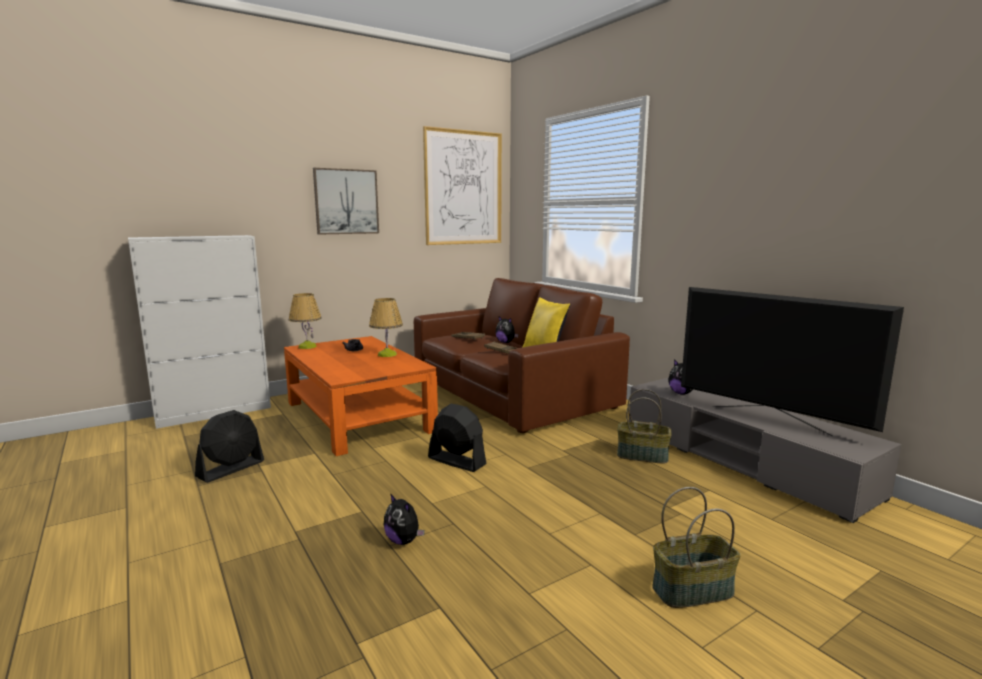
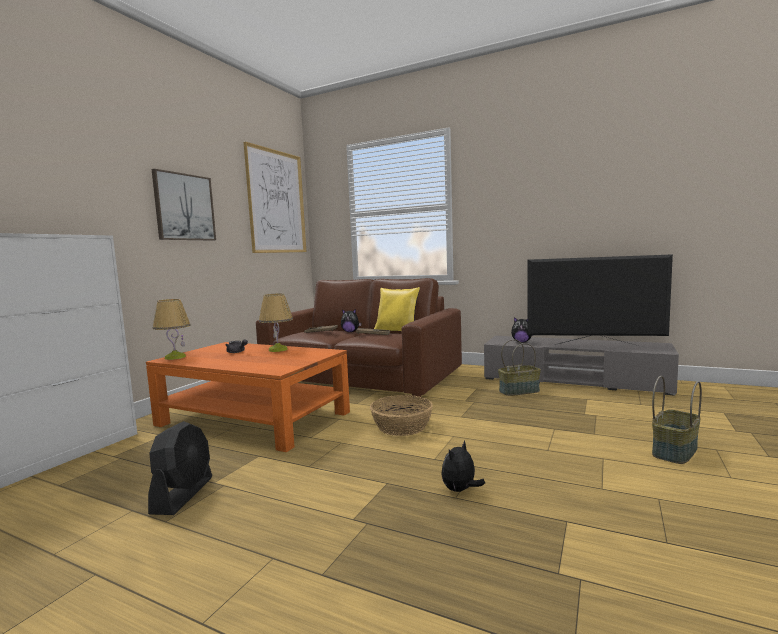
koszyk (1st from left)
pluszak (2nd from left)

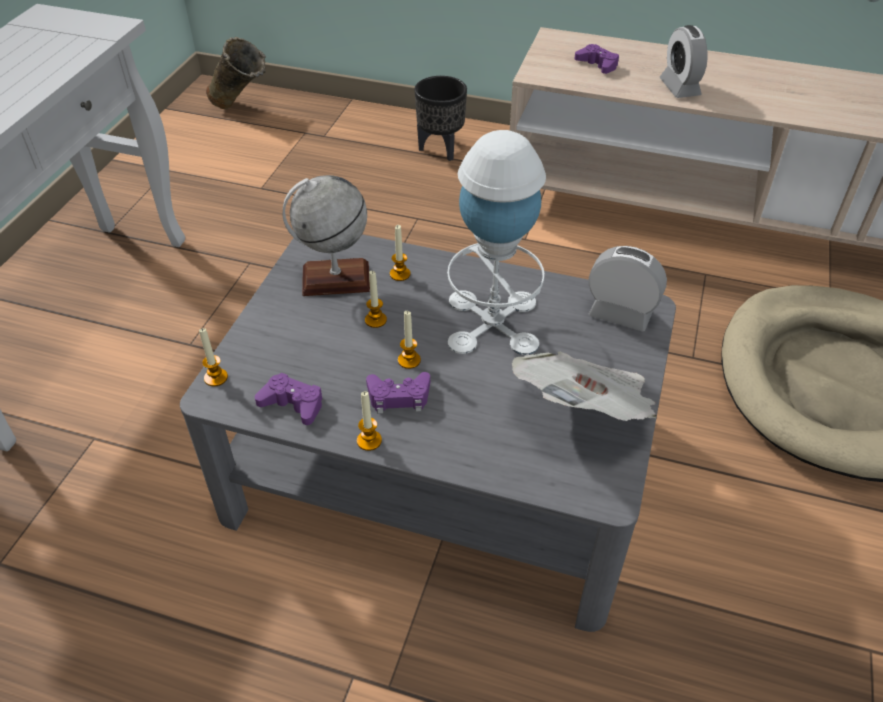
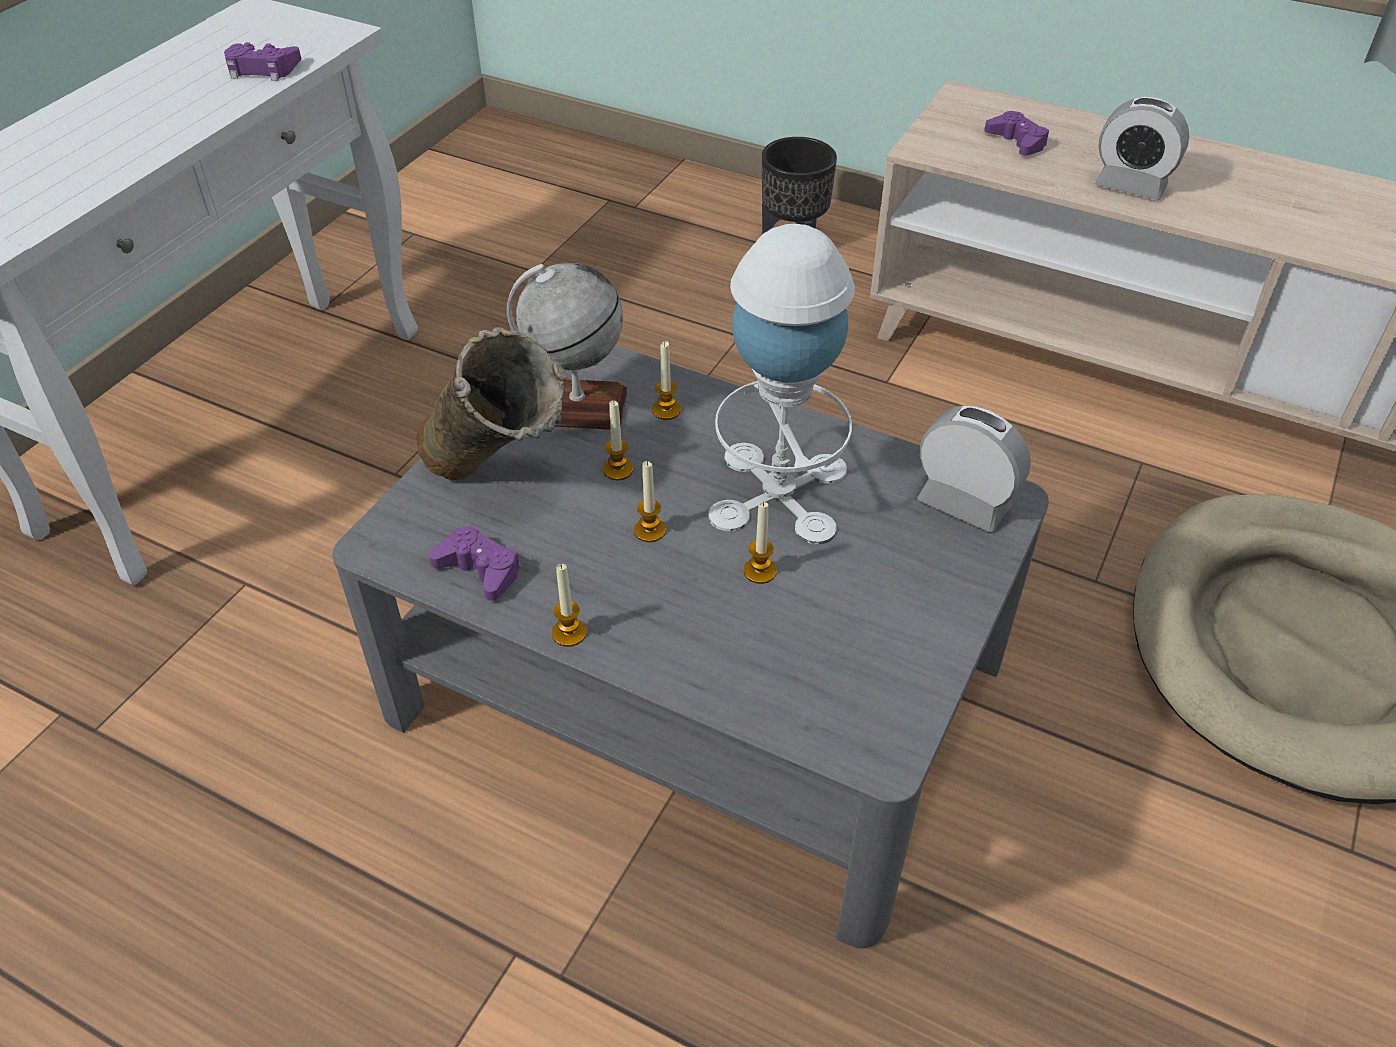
pad do gier (fioletowy) (1st from left)
wazon (beżowy)
świeca (5th from left)
budzik (2nd from left)
gazeta

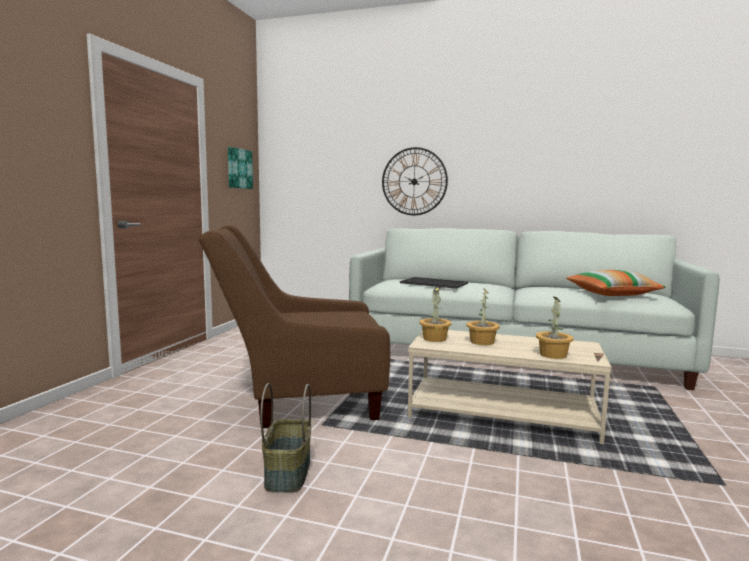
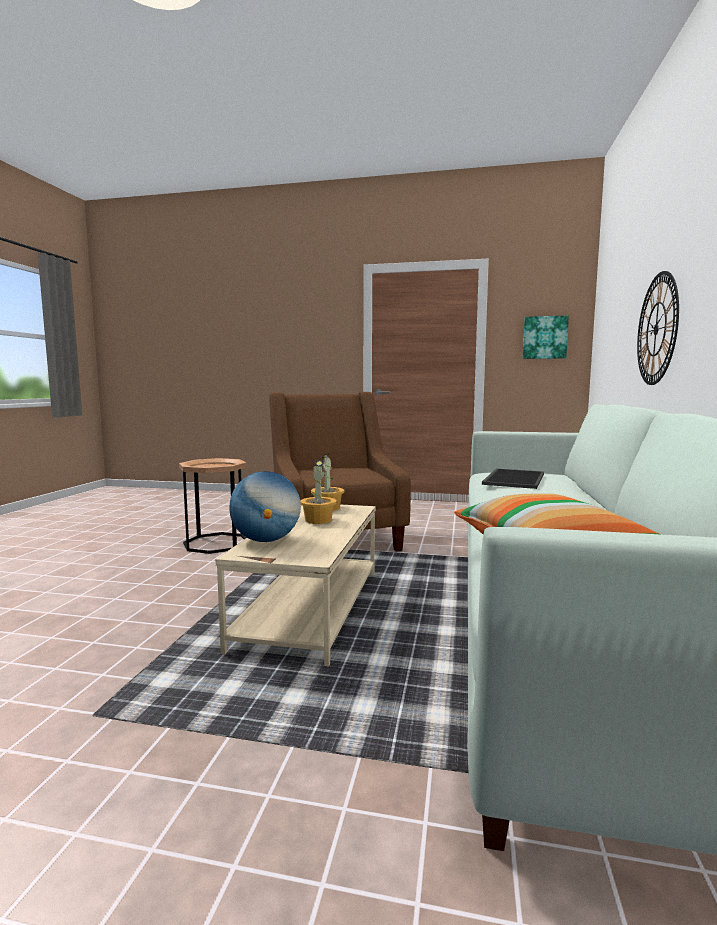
stolik (brązowy)
globus

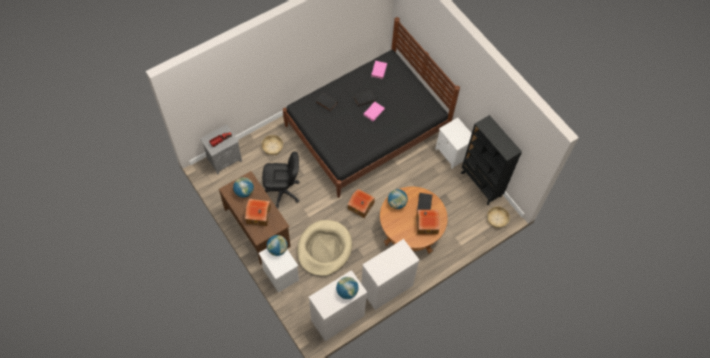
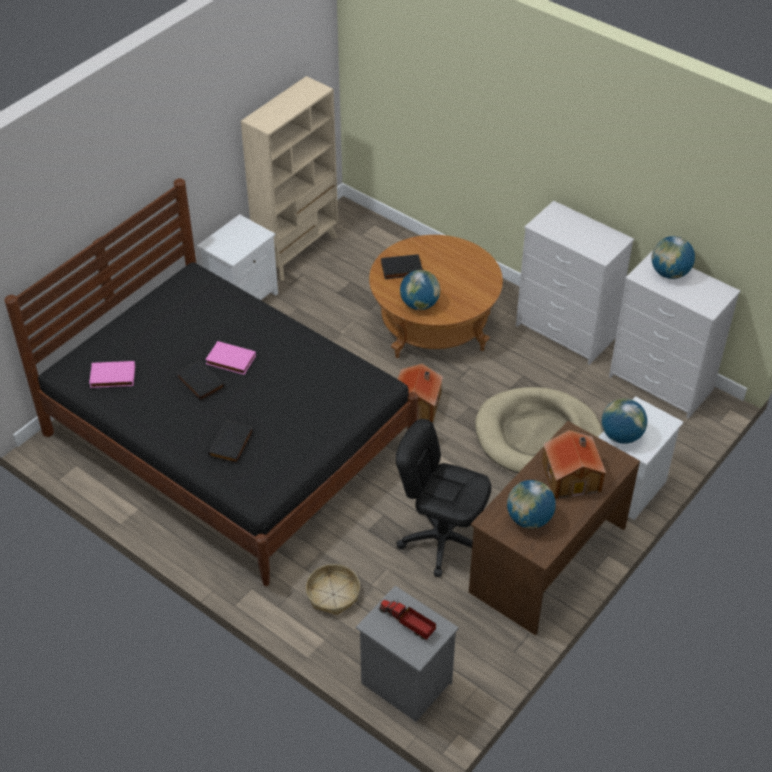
regał (beżowy)
krzesło biurowe (czarny)
domek (3rd from left in the first image)
koszyk (2nd from left in the first image)

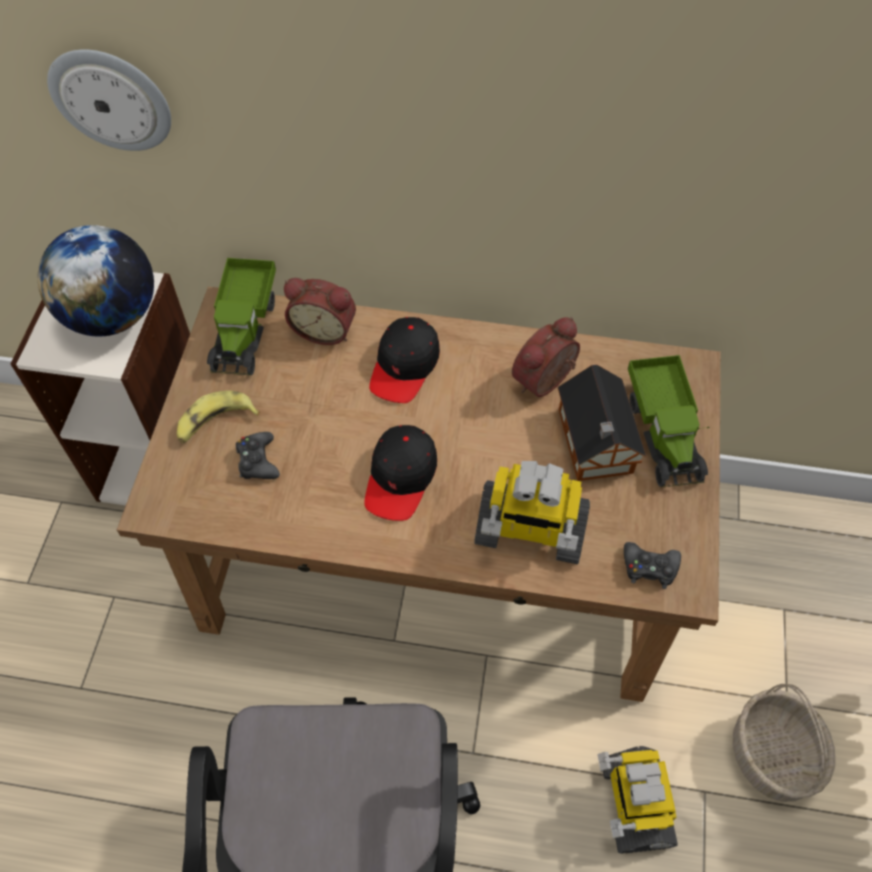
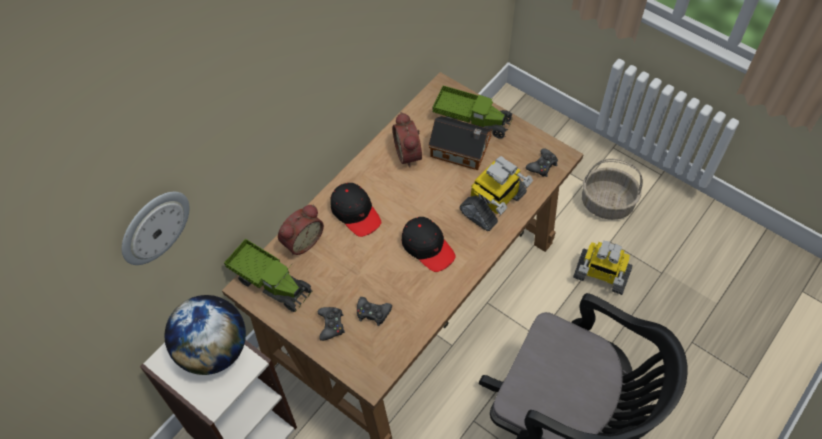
pad do gier (czarny) (1st from left)

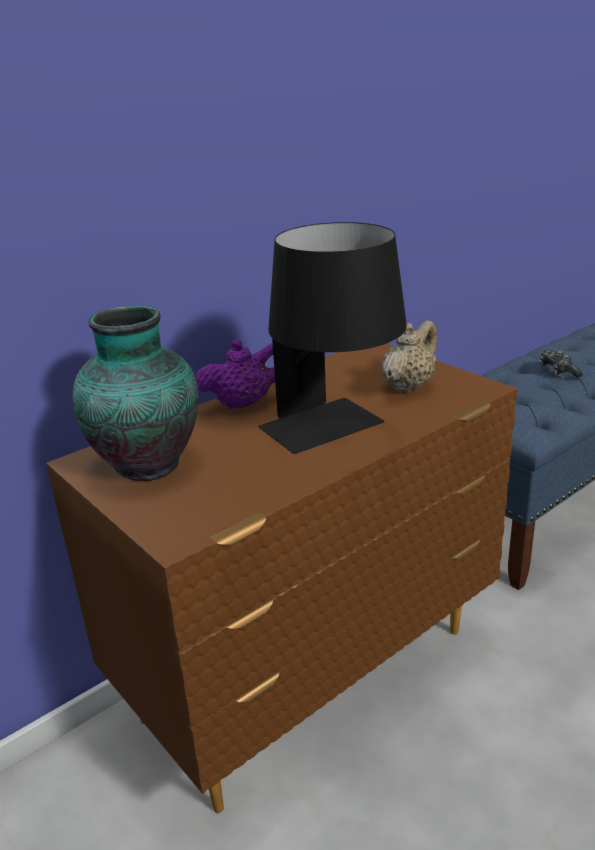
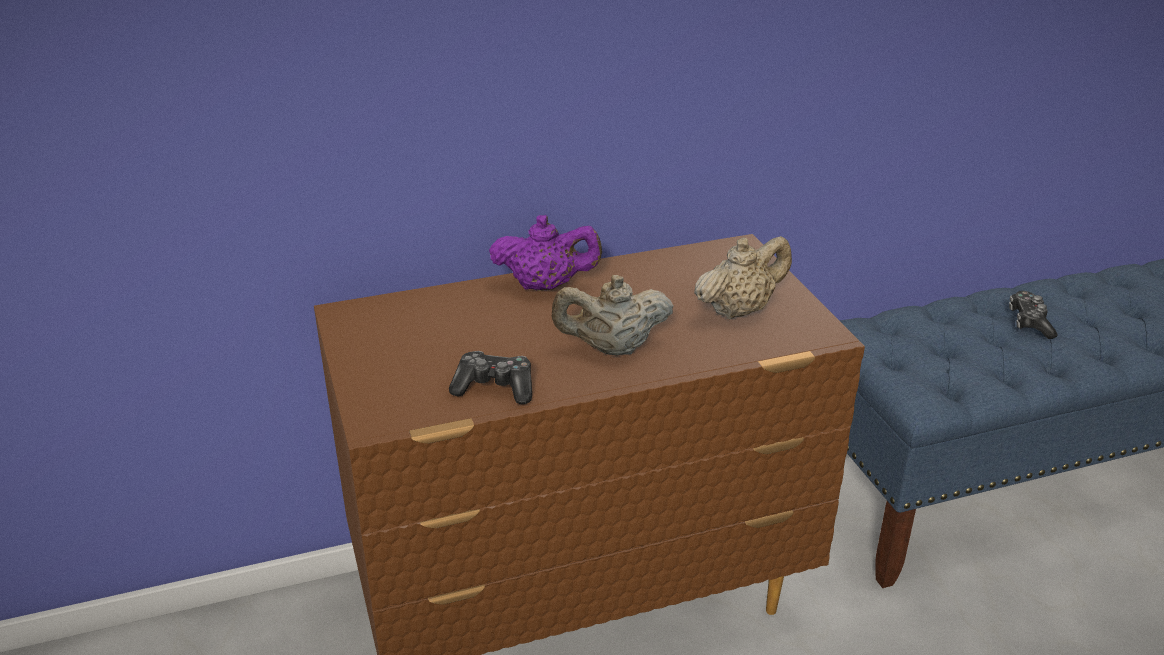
pad do gier (1st from left)
imbryk (beżowy) (1st from left)
wazon

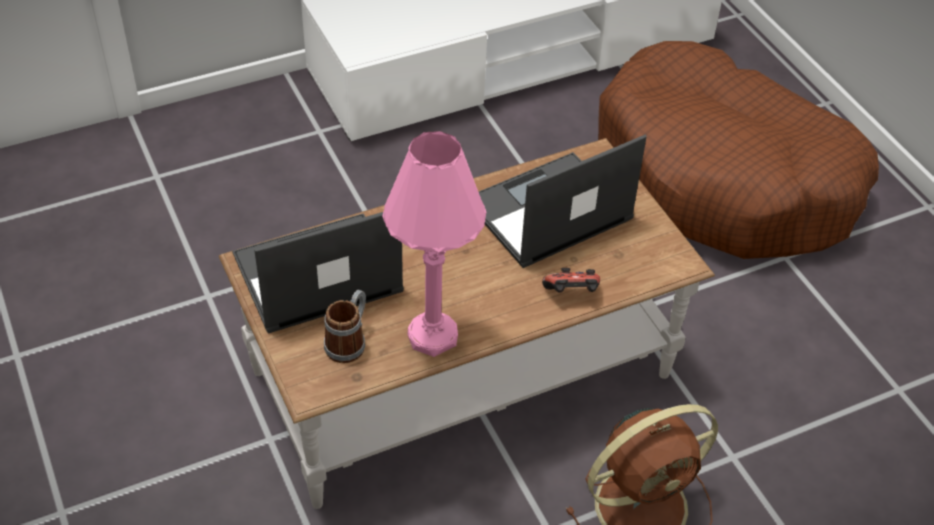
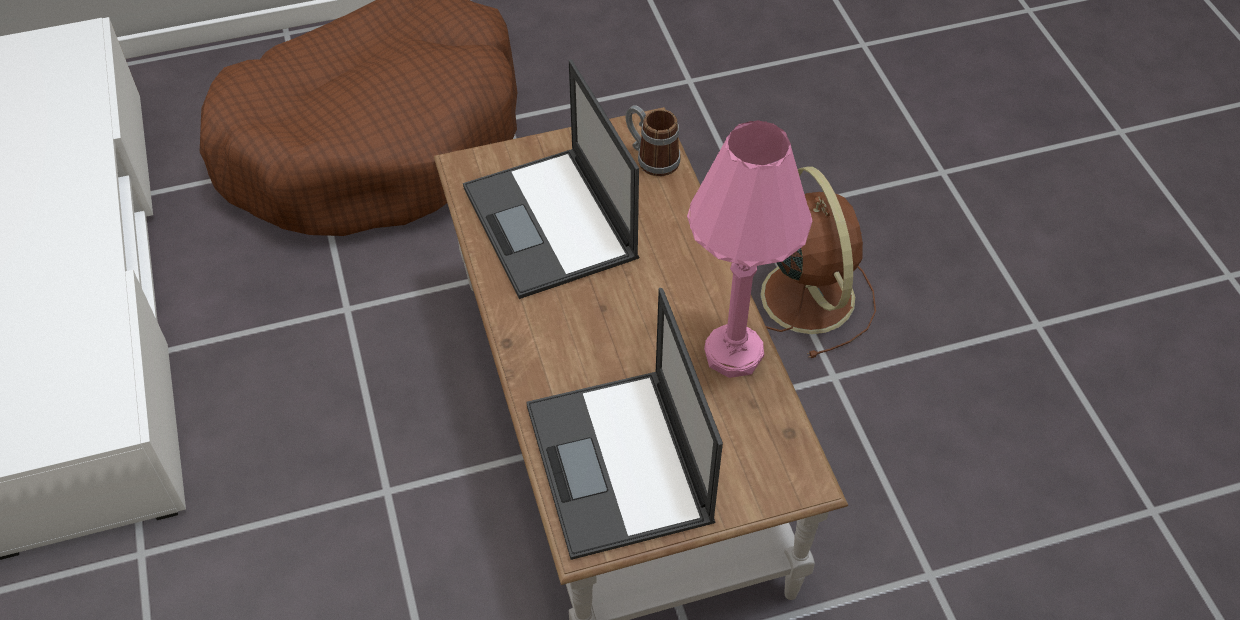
kubek
pad do gier

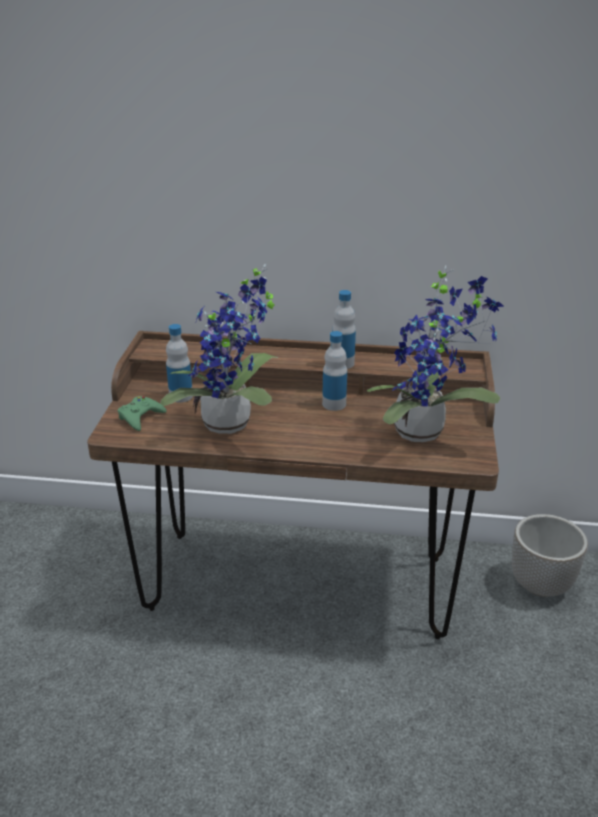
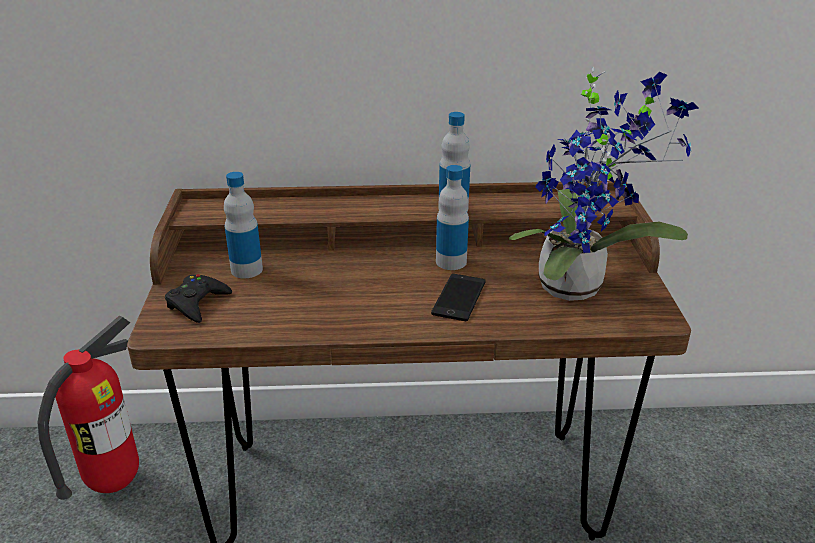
gaśnica
pad do gier (czarny)
telefon
roślina doniczkowa (1st from left in the first image)
donica

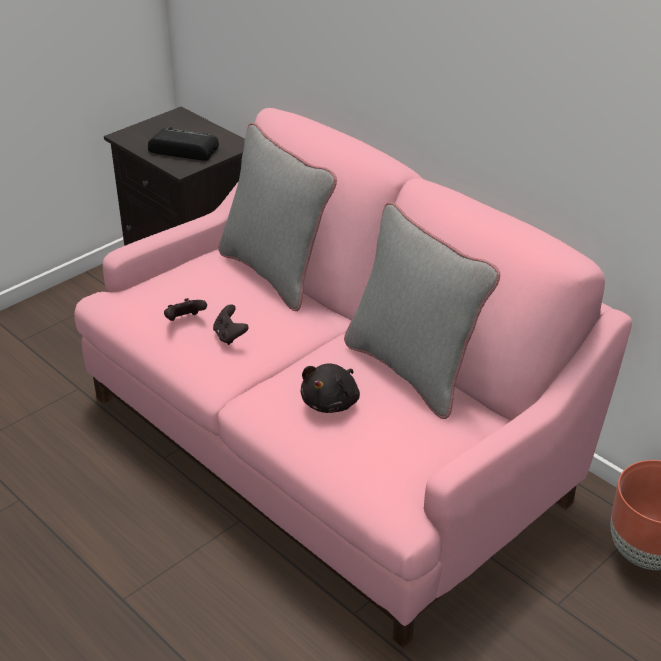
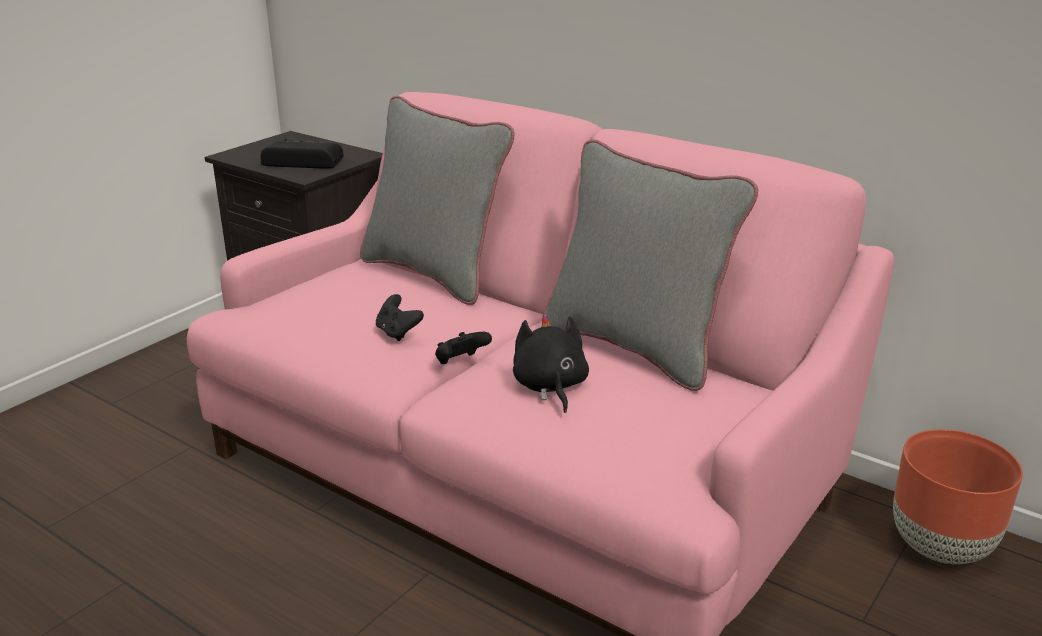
pad do gier (czarny) (2nd from left)
pluszak (czarny)

